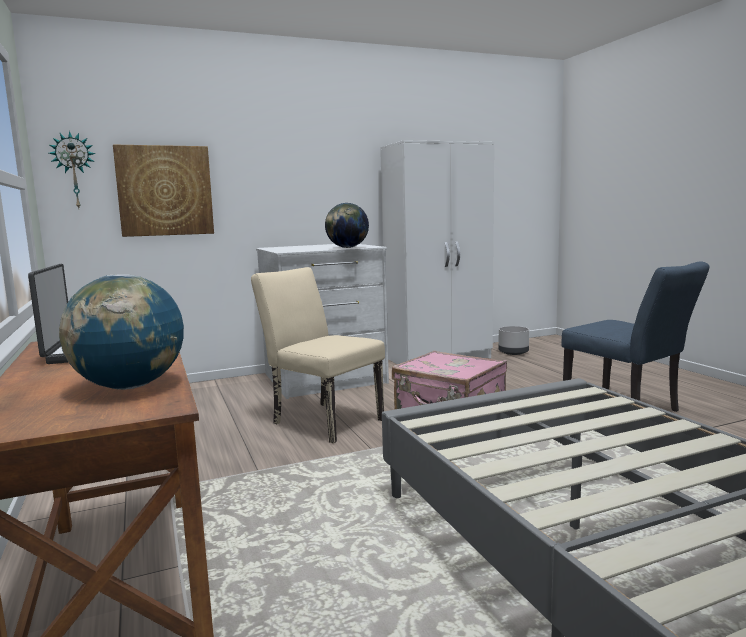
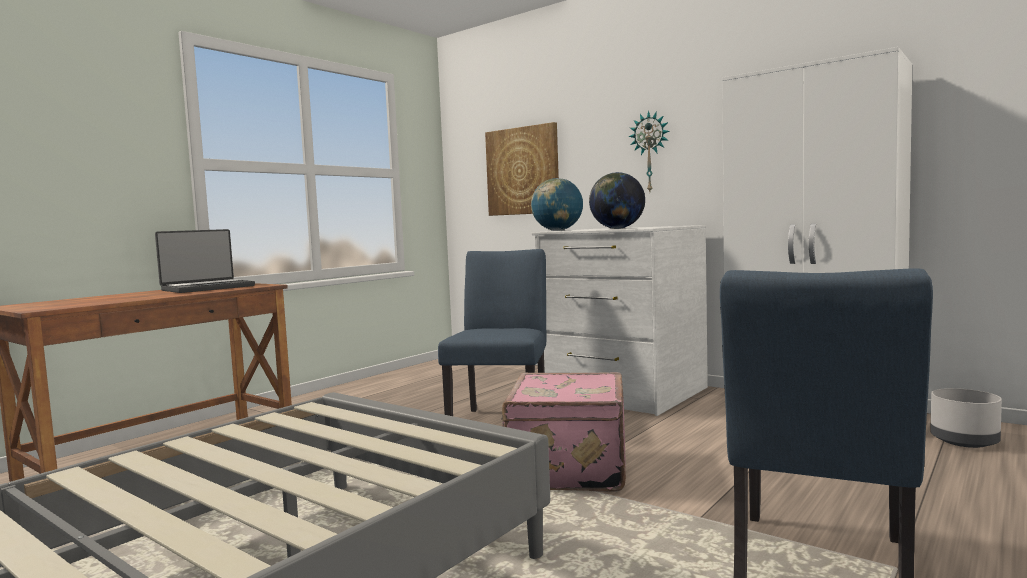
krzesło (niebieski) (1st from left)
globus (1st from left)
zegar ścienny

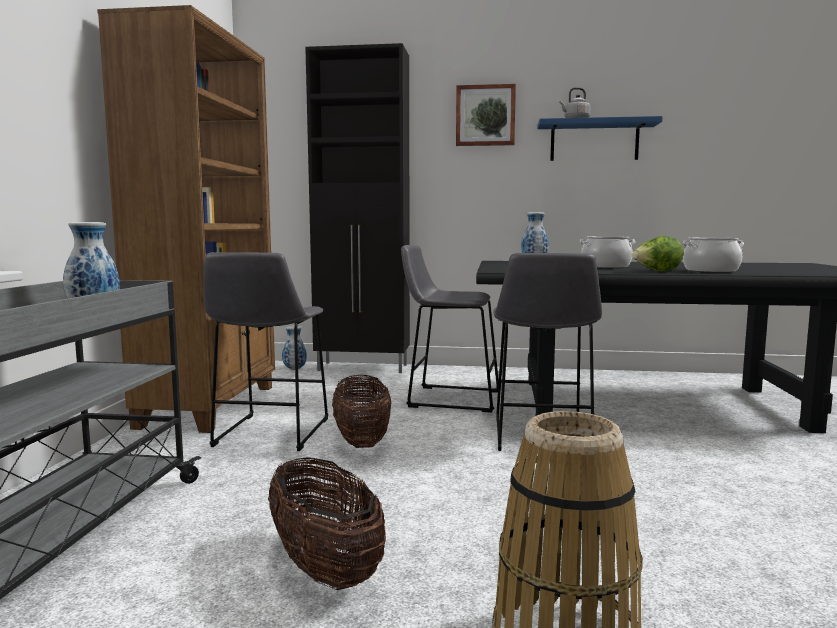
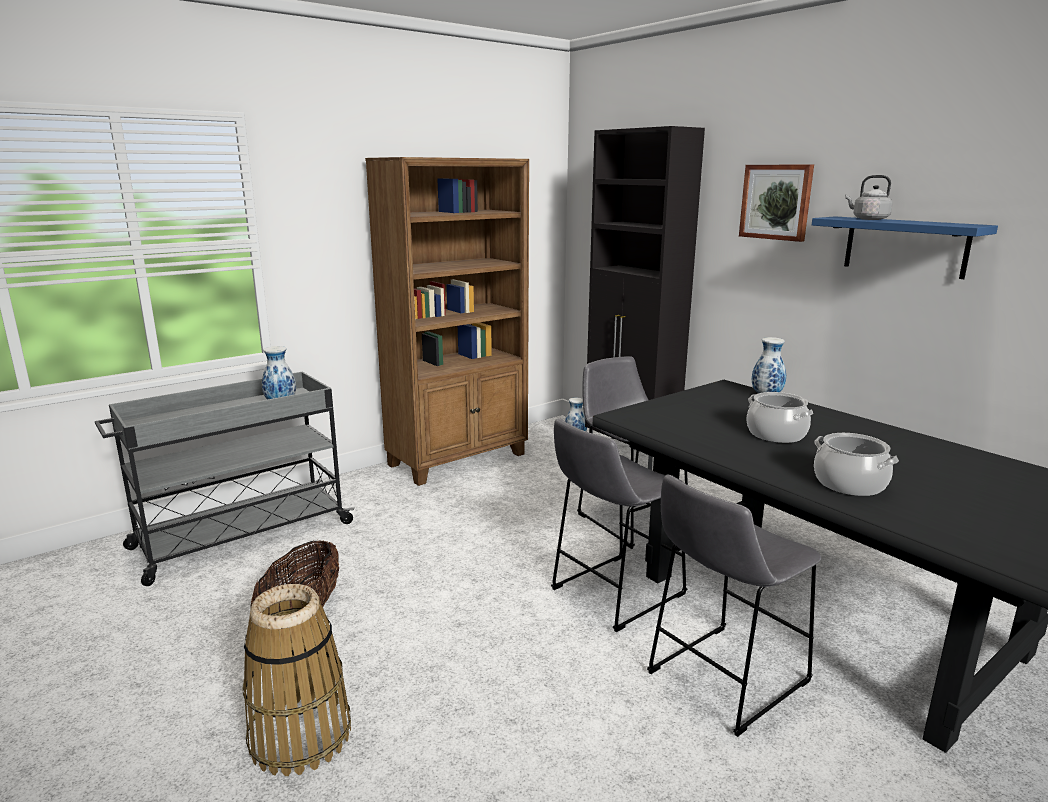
stołek (szary) (3rd from left)
koszyk (2nd from left in the first image)
sałata

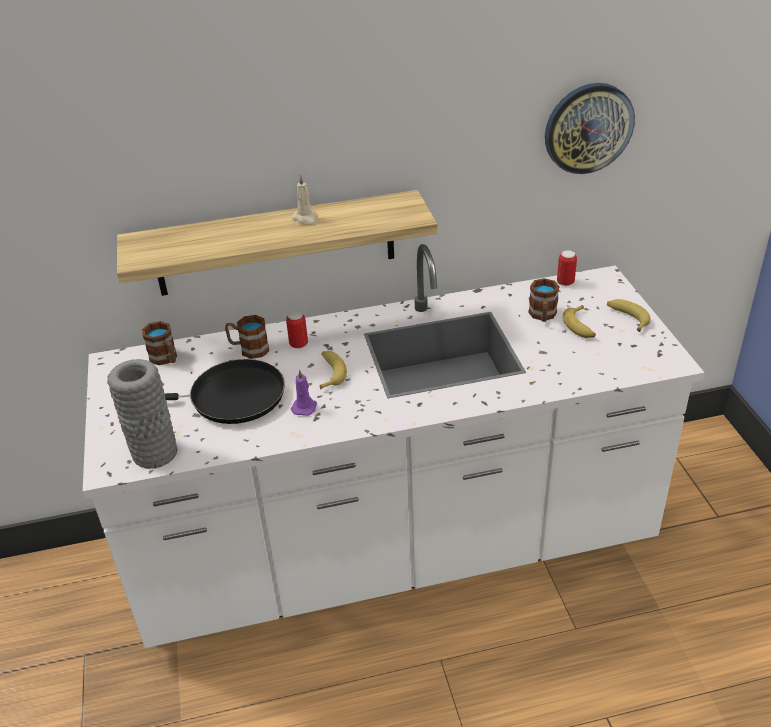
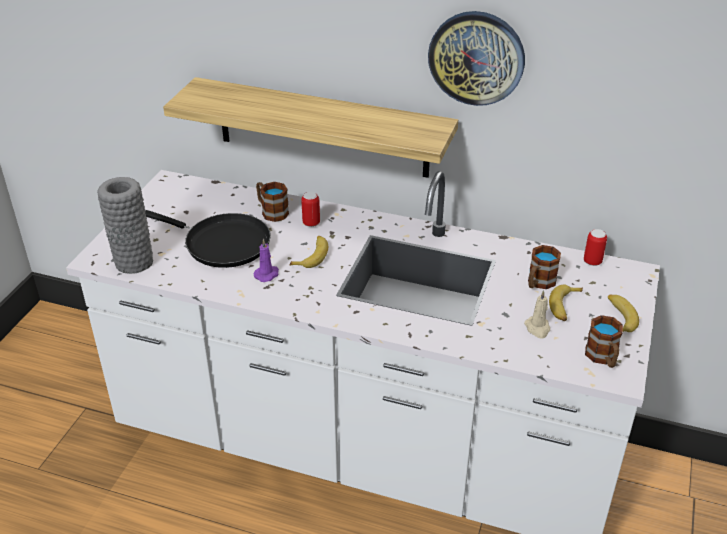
zegar ścienny
świeca (beżowy)
kubek (3rd from left)

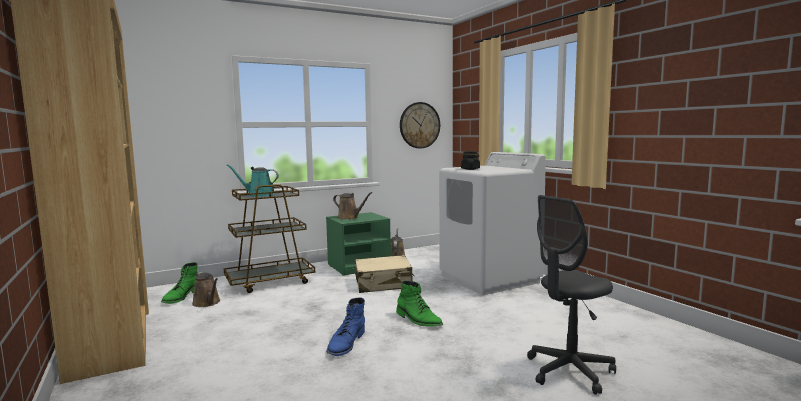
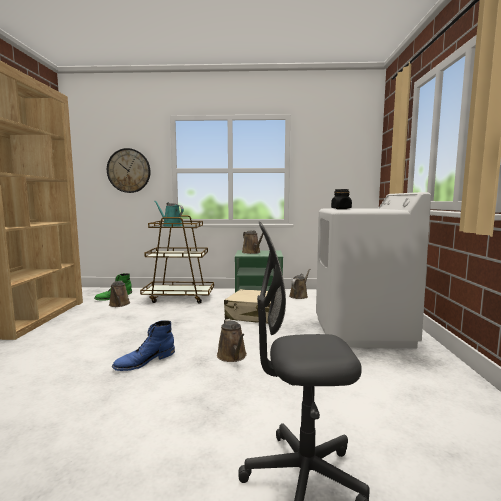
zegar ścienny
konewka (brązowy) (2nd from left)

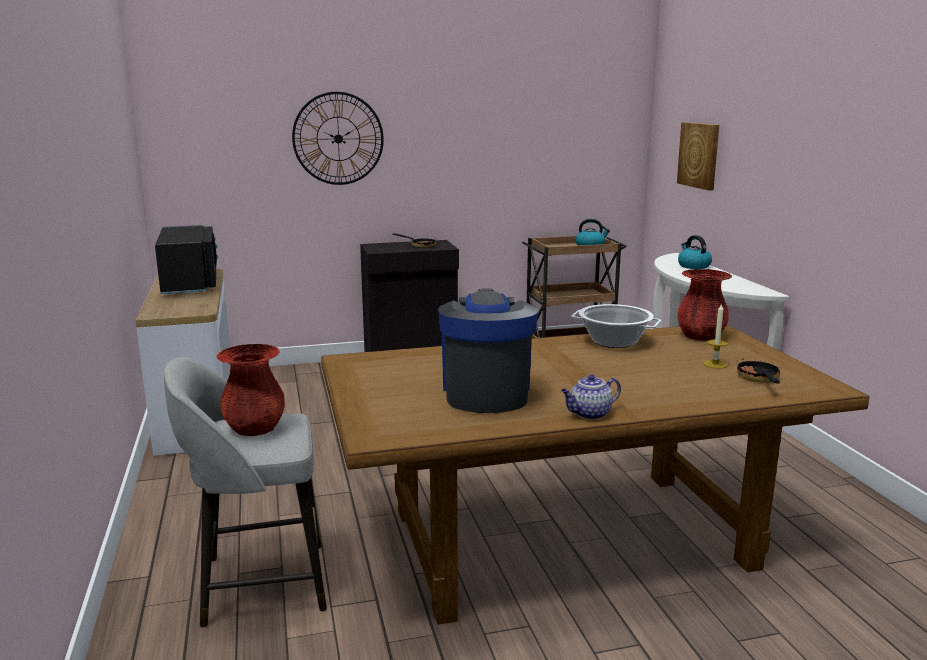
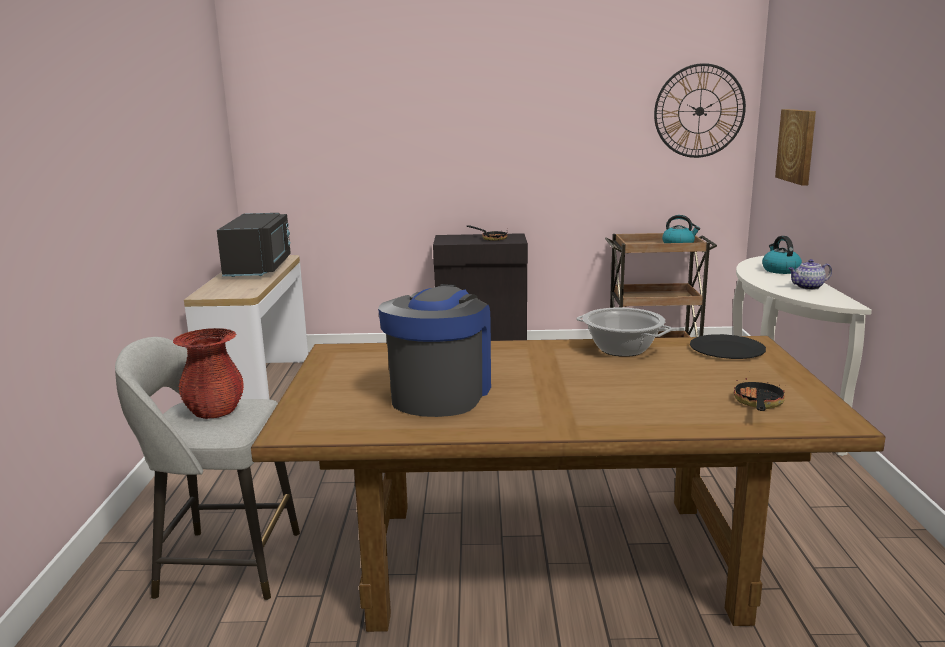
zegar ścienny
talerz (czarny)
imbryk
świeca

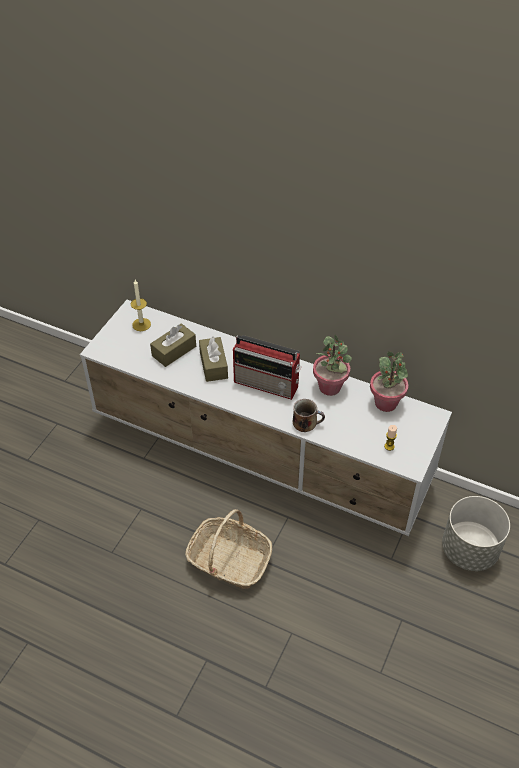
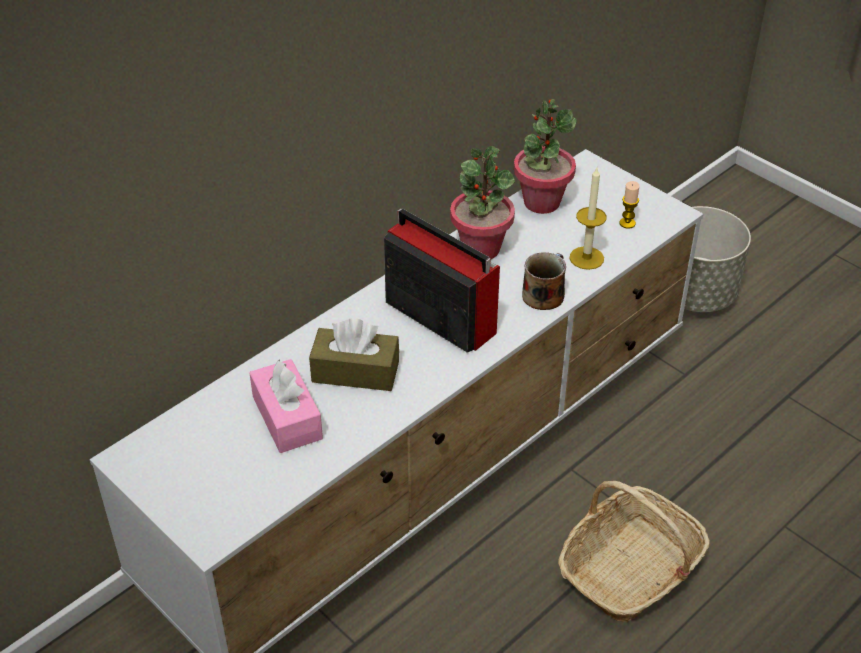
pudełko chusteczek (różowy)
radio
świeca (1st from left)

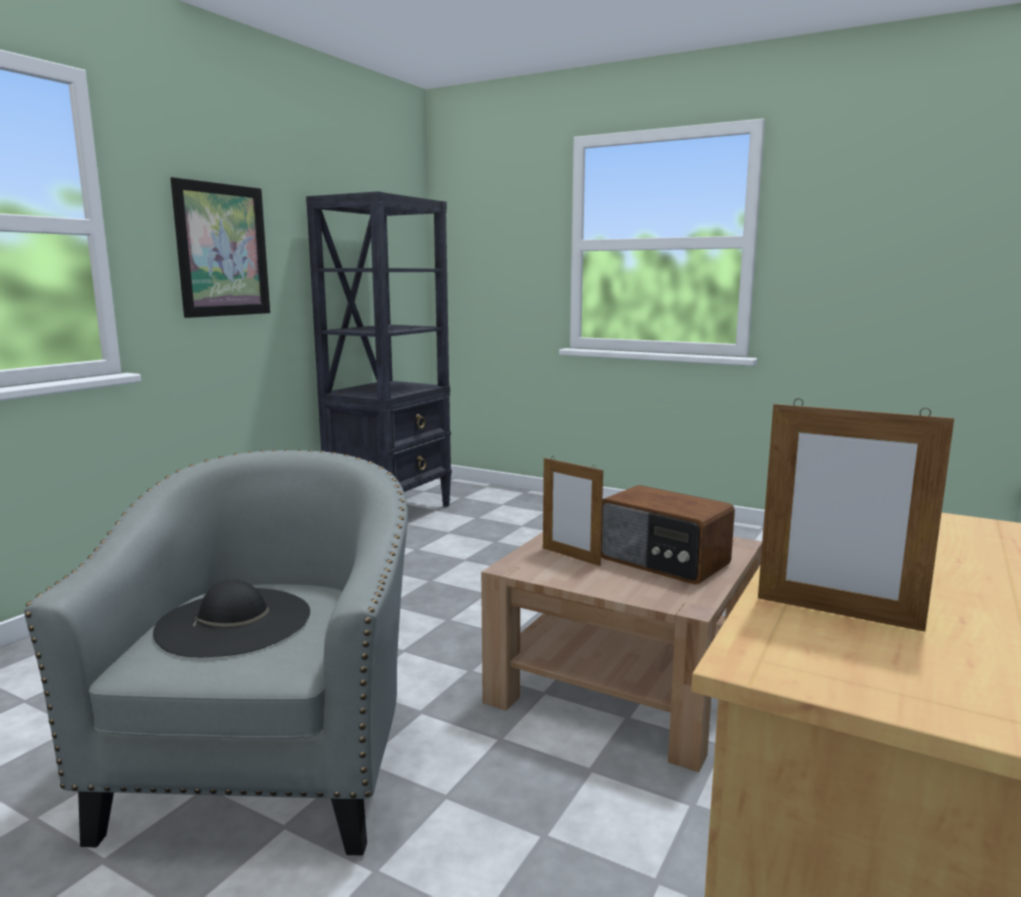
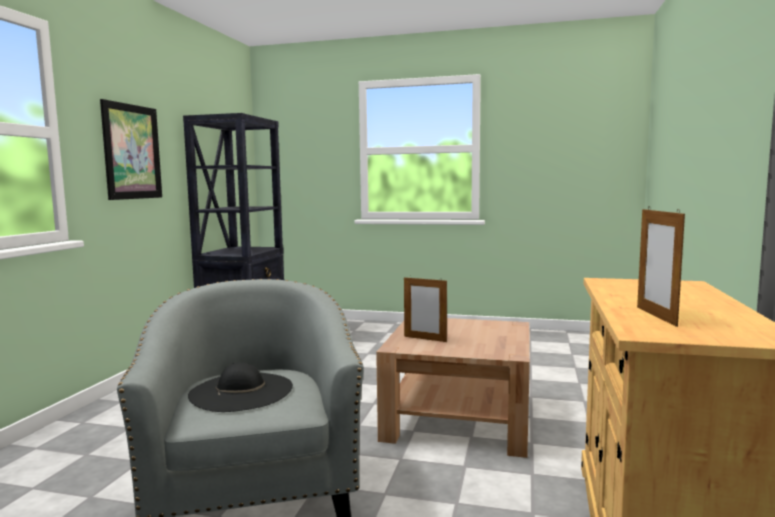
ramka na zdjęcie (2nd from left)
radio

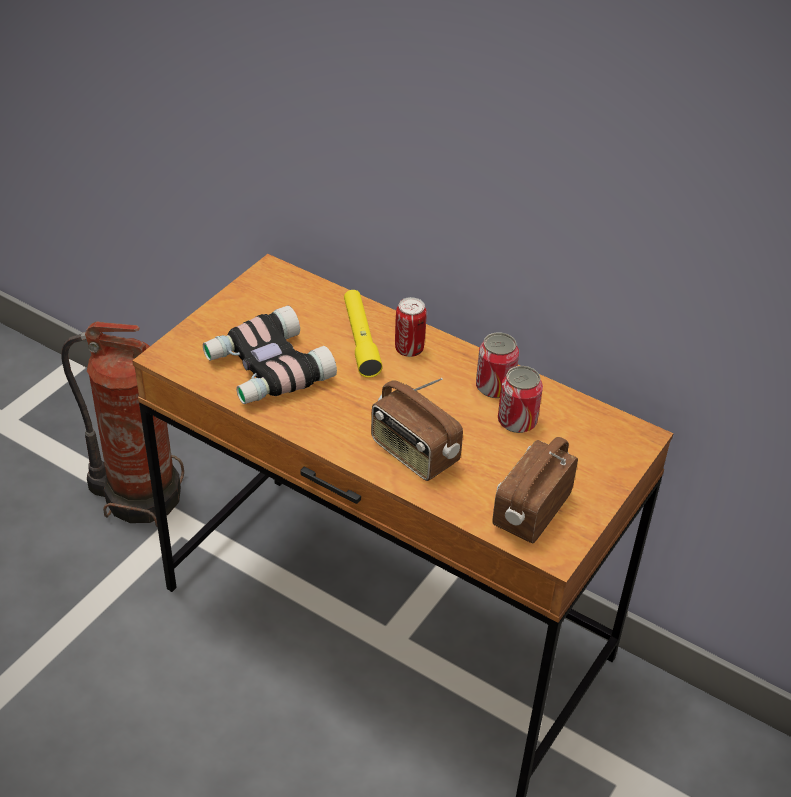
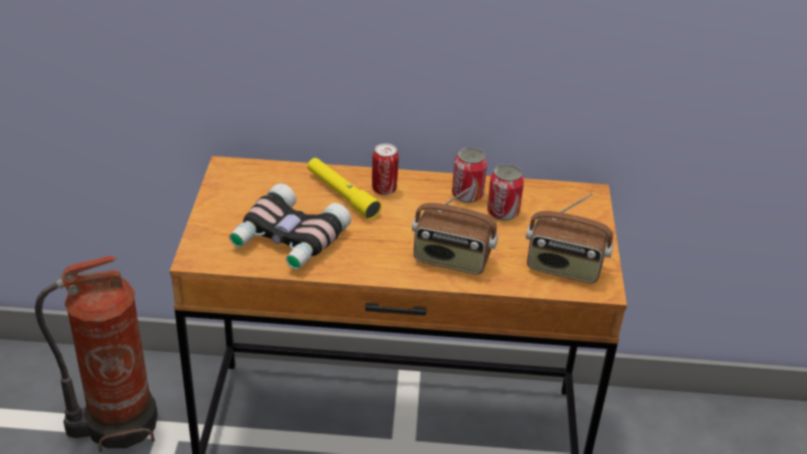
radio (2nd from left)

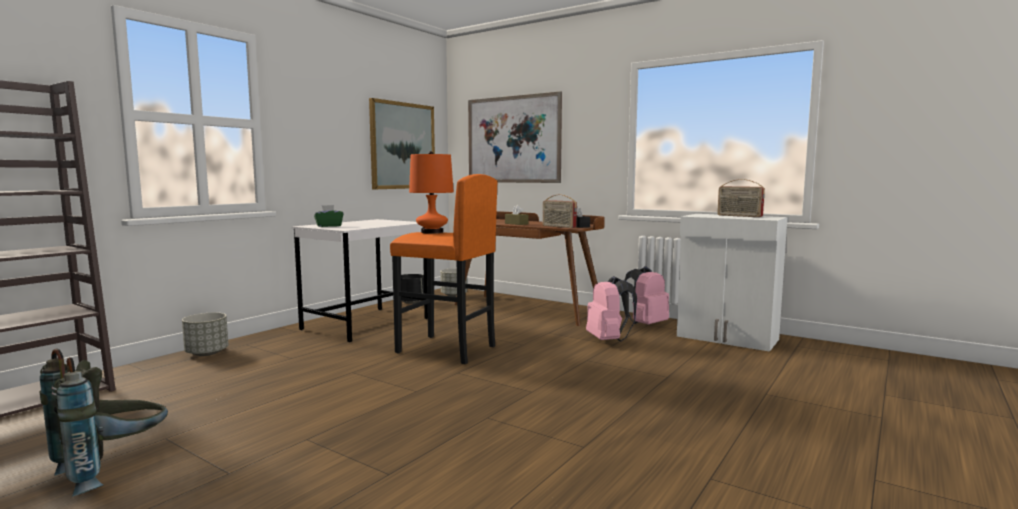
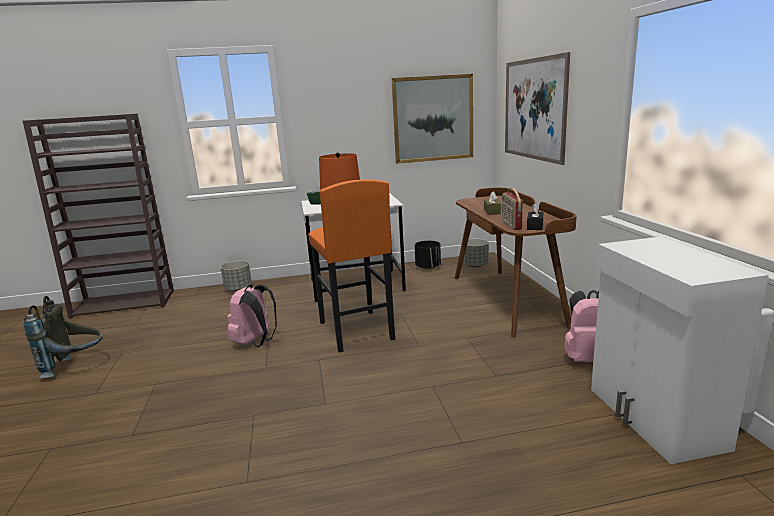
plecak (różowy) (1st from left)
radio (2nd from left in the first image)

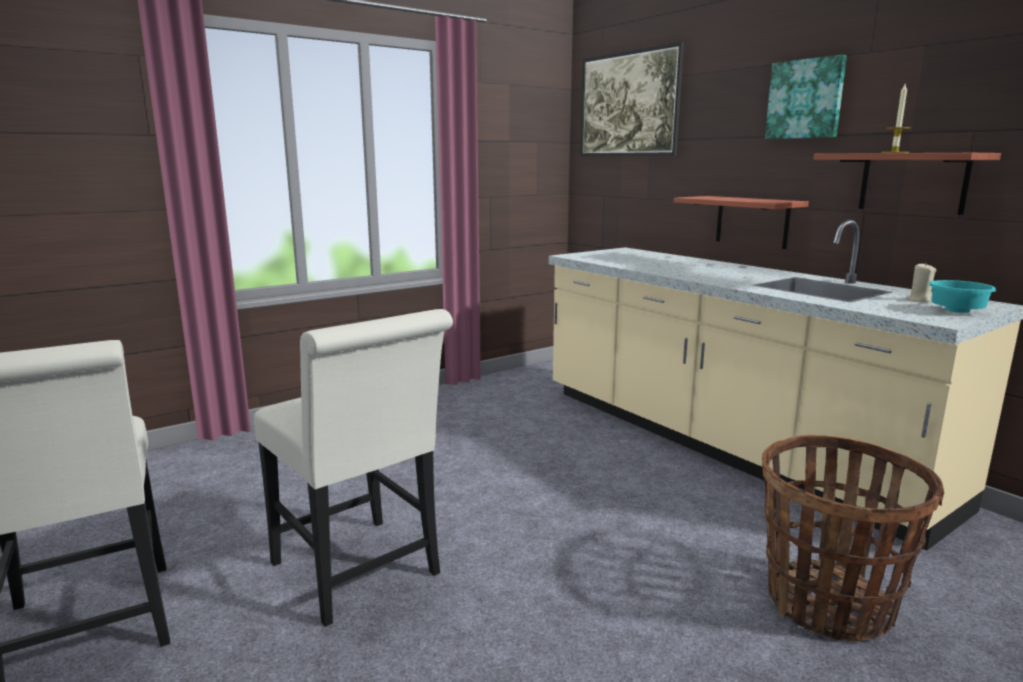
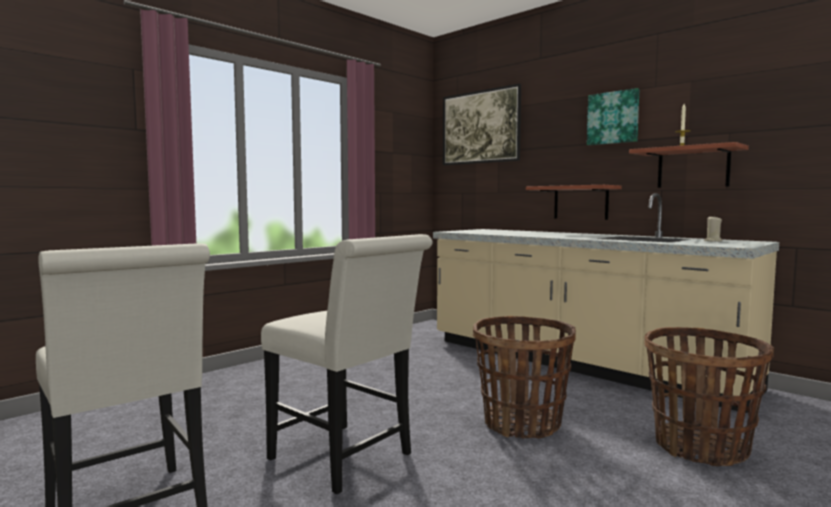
koszyk (1st from left)
miska (turkusowy)

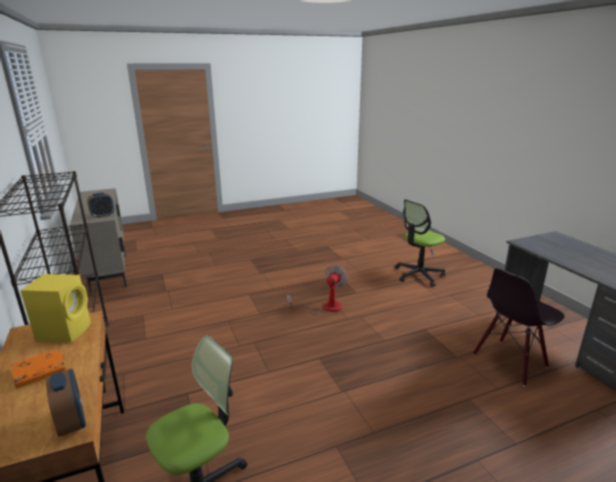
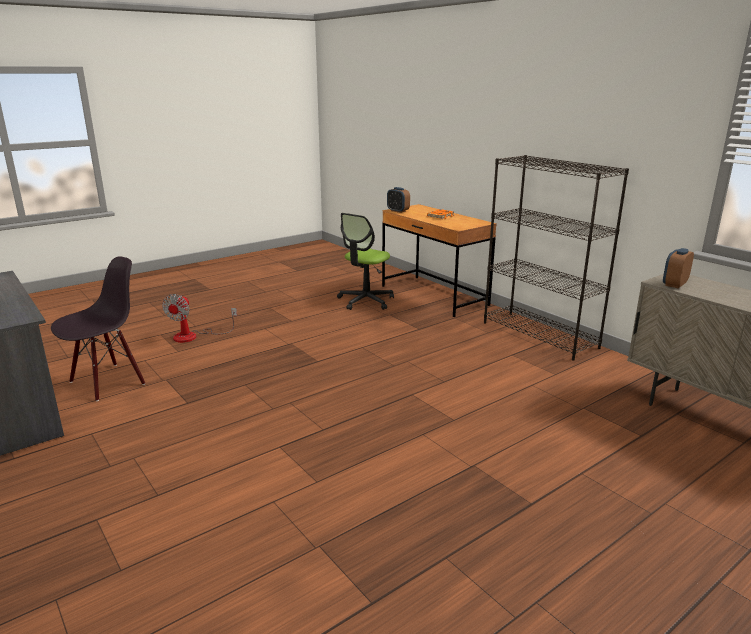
wentylator
głośnik (żółty)
krzesło biurowe (2nd from left in the first image)

